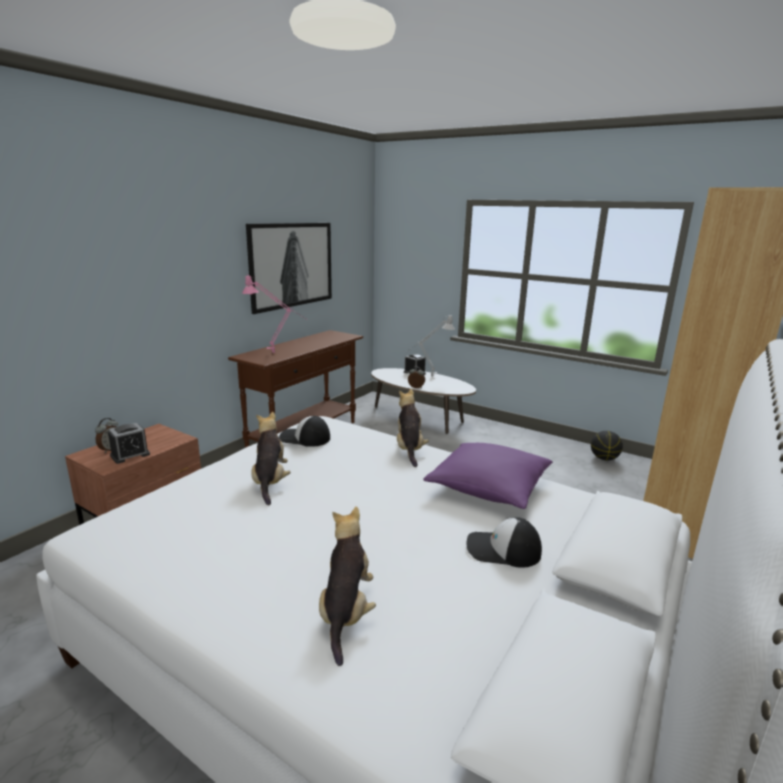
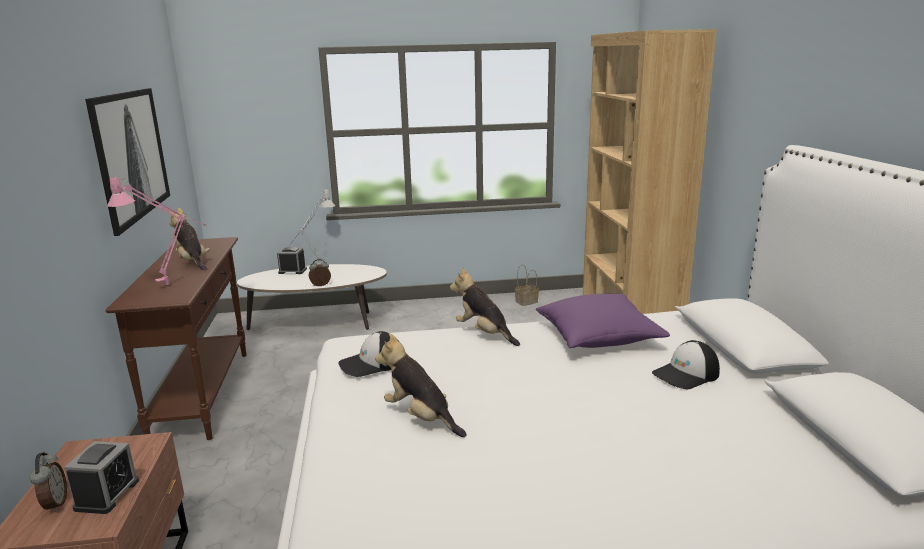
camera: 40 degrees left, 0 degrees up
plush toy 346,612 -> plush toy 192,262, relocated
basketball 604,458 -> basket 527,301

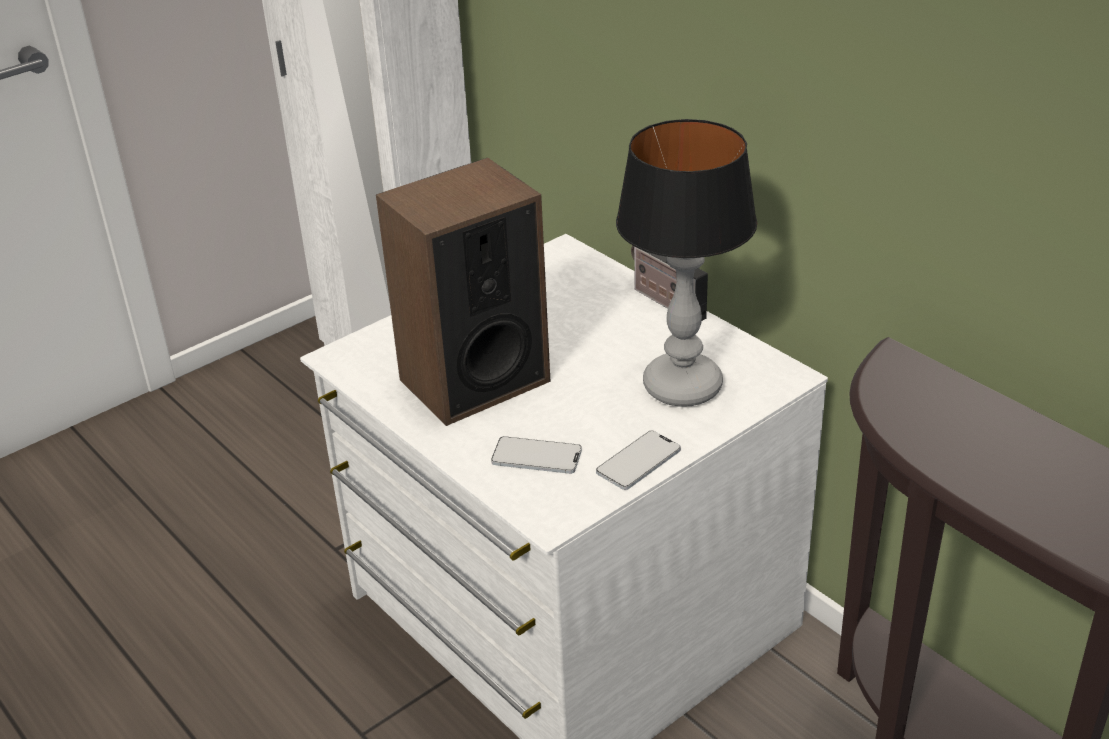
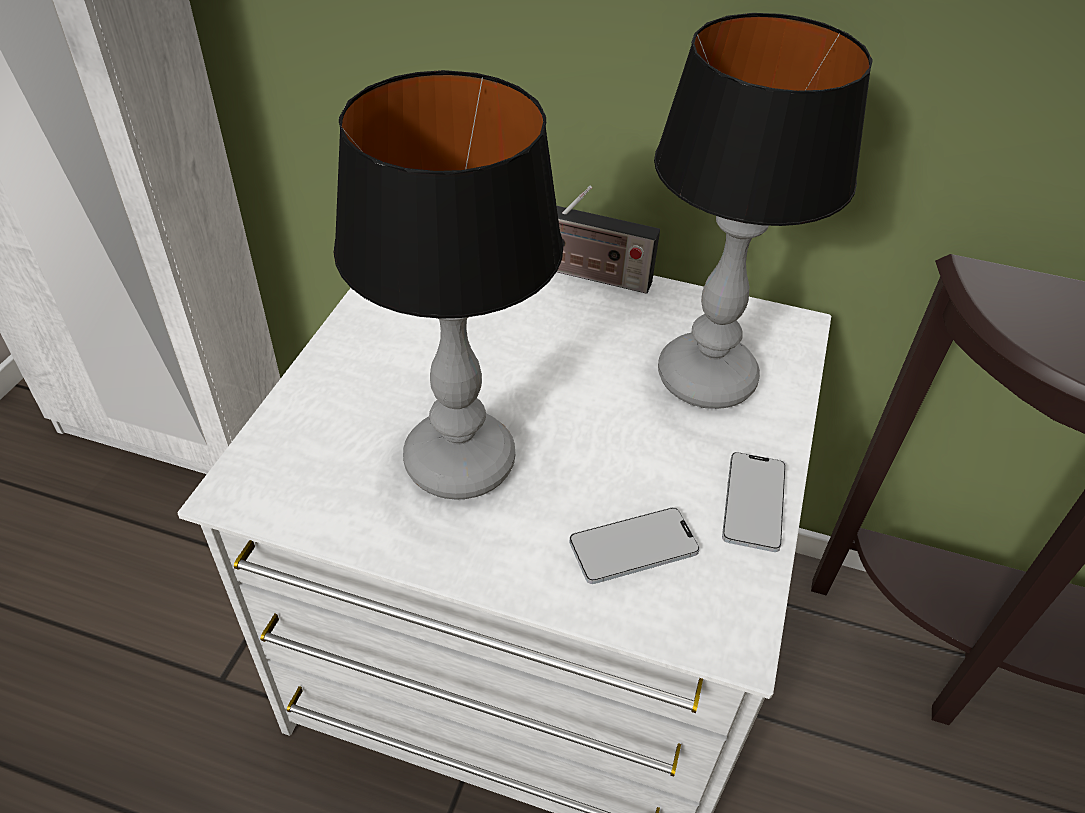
camera: 35 degrees left, 10 degrees up
speaker 473,380 -> table lamp 458,460

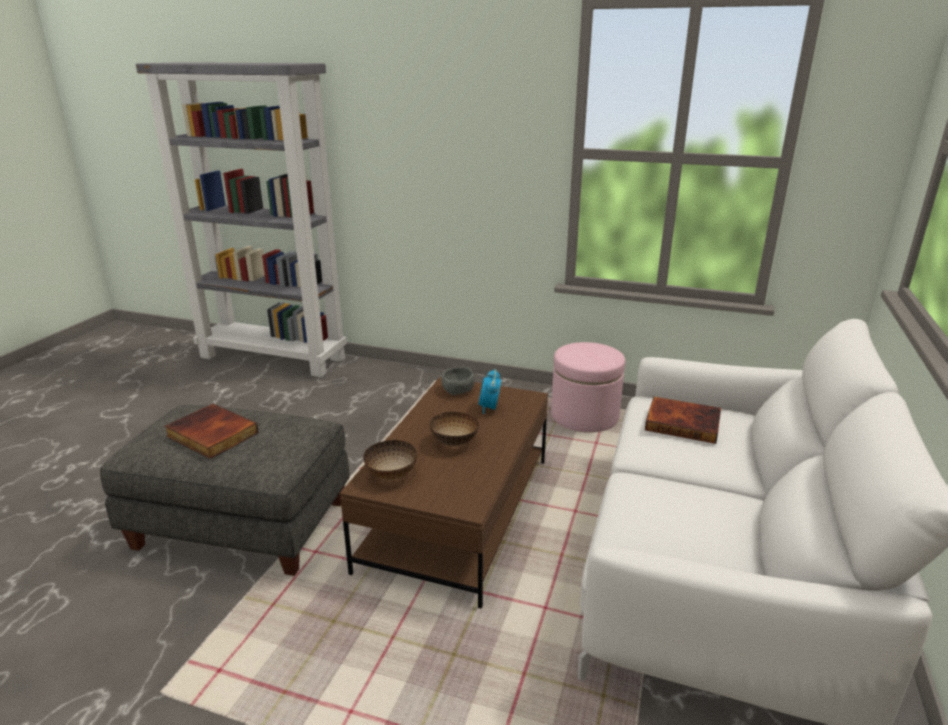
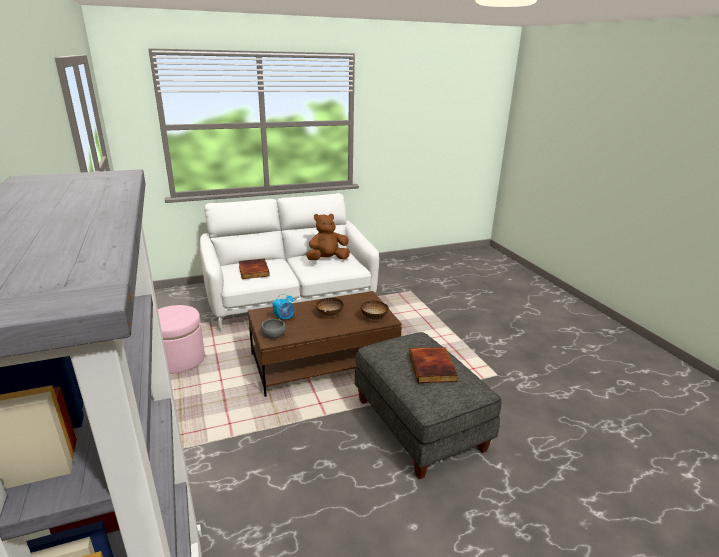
camera: 130 degrees left, 0 degrees up
none -> brown plush toy 327,259

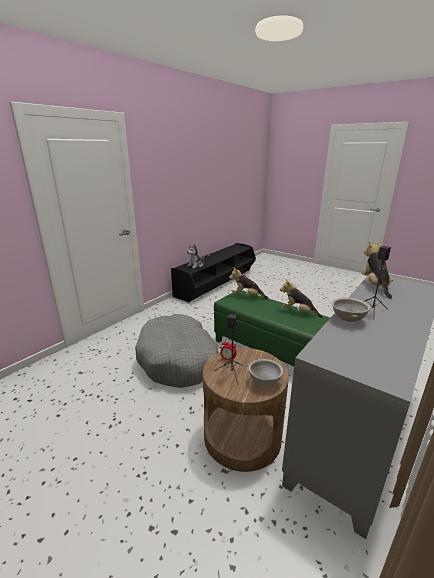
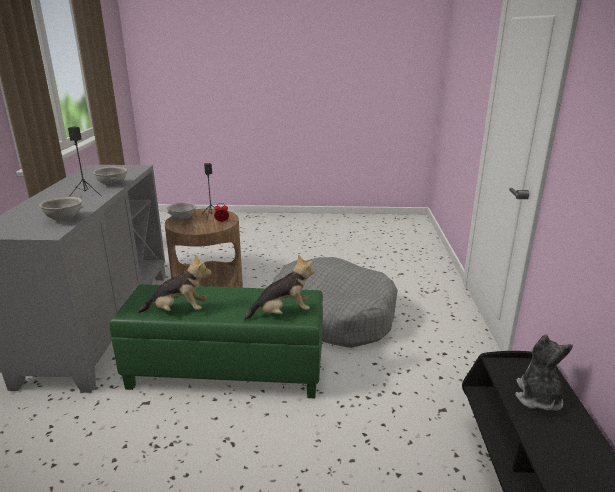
camera: 145 degrees right, 0 degrees up
plush toy 375,286 -> grey bowl 64,219

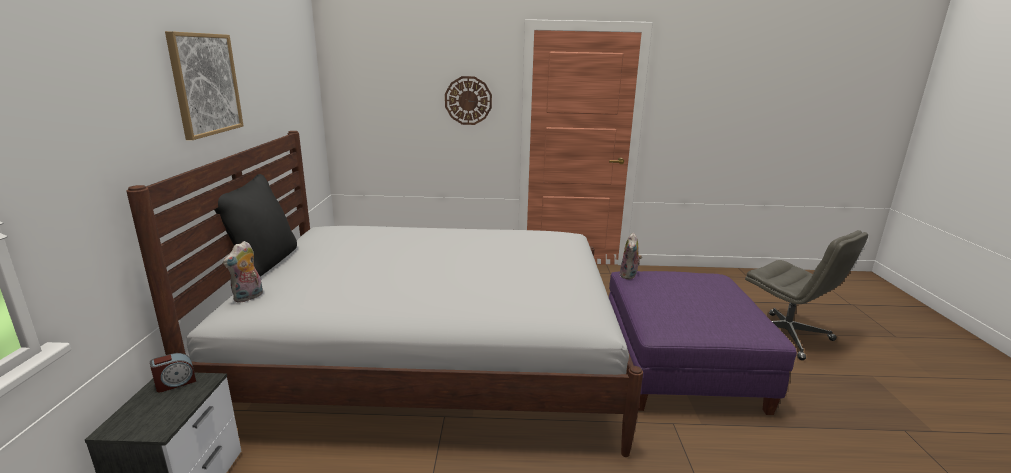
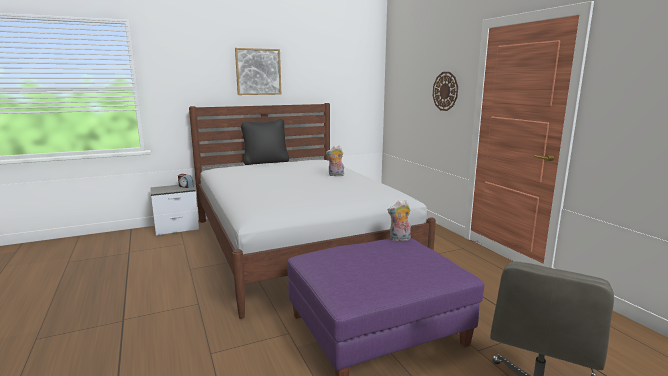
camera: 65 degrees right, 5 degrees down
plush toy 248,297 -> plush toy 335,175, relocated

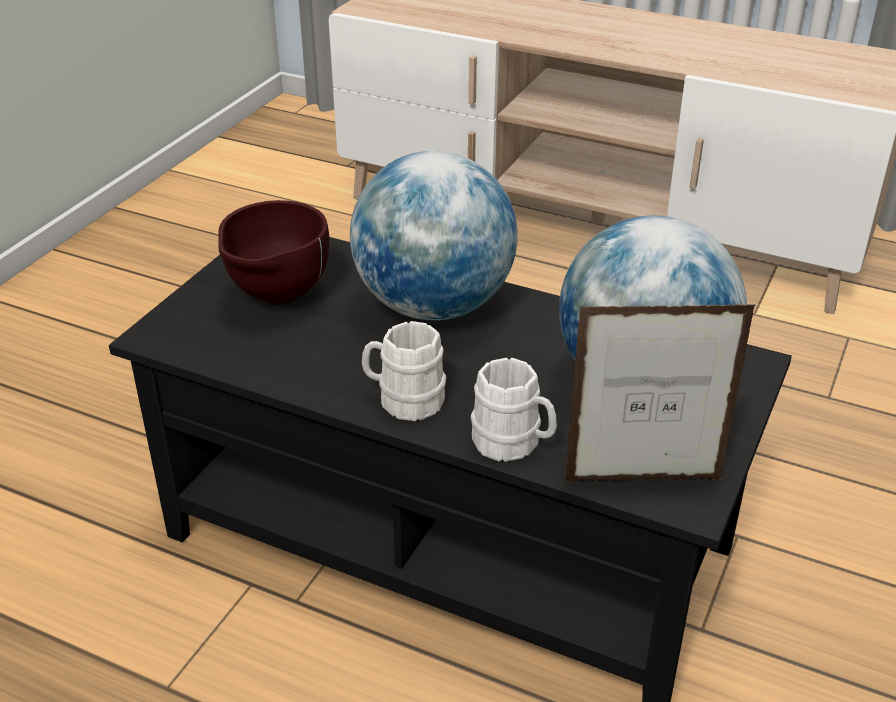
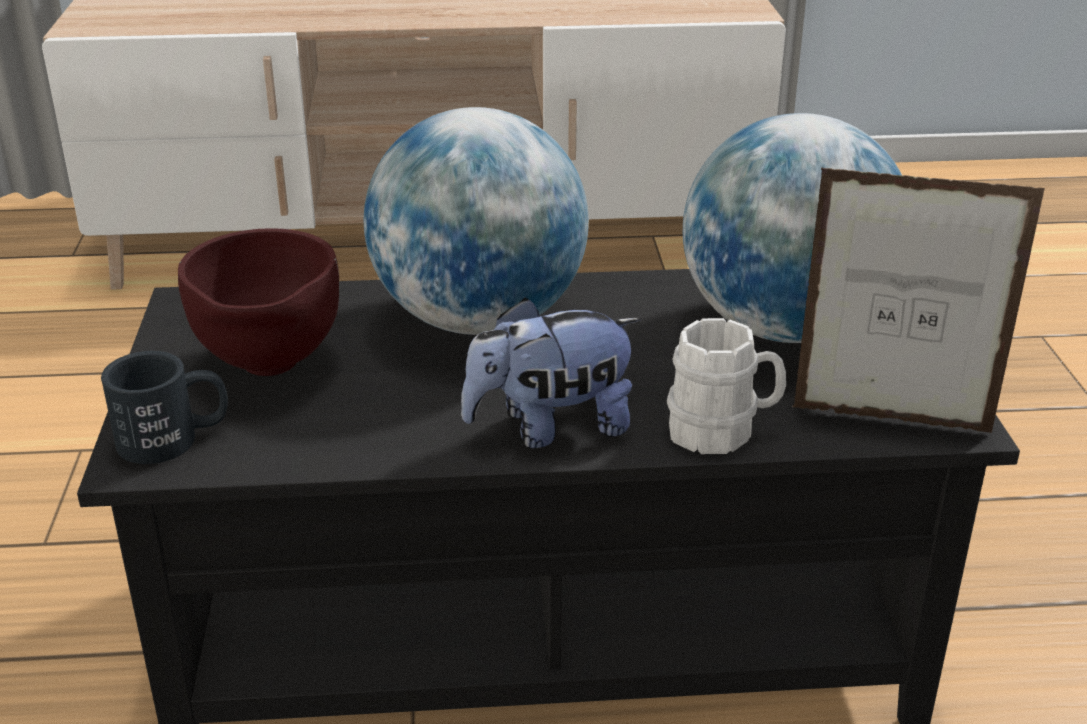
camera: 30 degrees left, 5 degrees down
white mug 404,400 -> plush toy 550,428
picture frame 643,480 -> picture frame 890,420, 135 degrees counterclockwise
none -> black mug 174,439

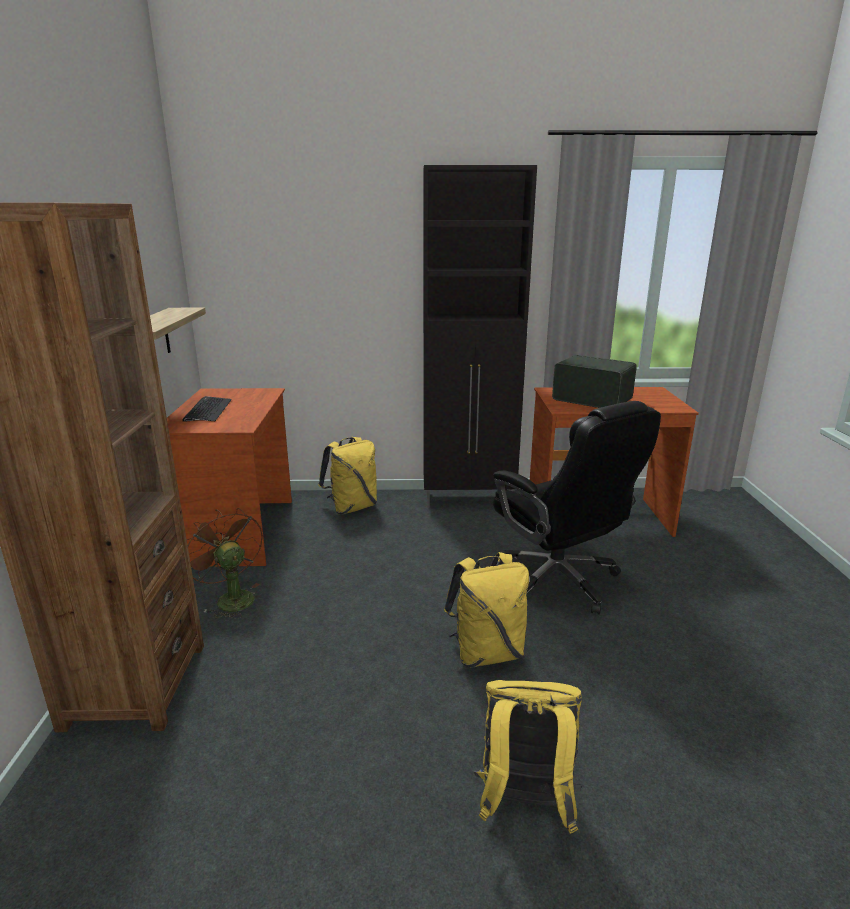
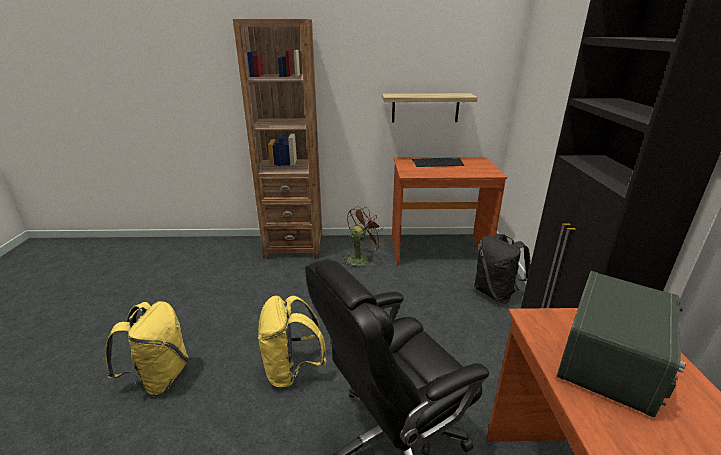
camera: 90 degrees right, 5 degrees up
yellow backpack 352,507 -> black backpack 496,293

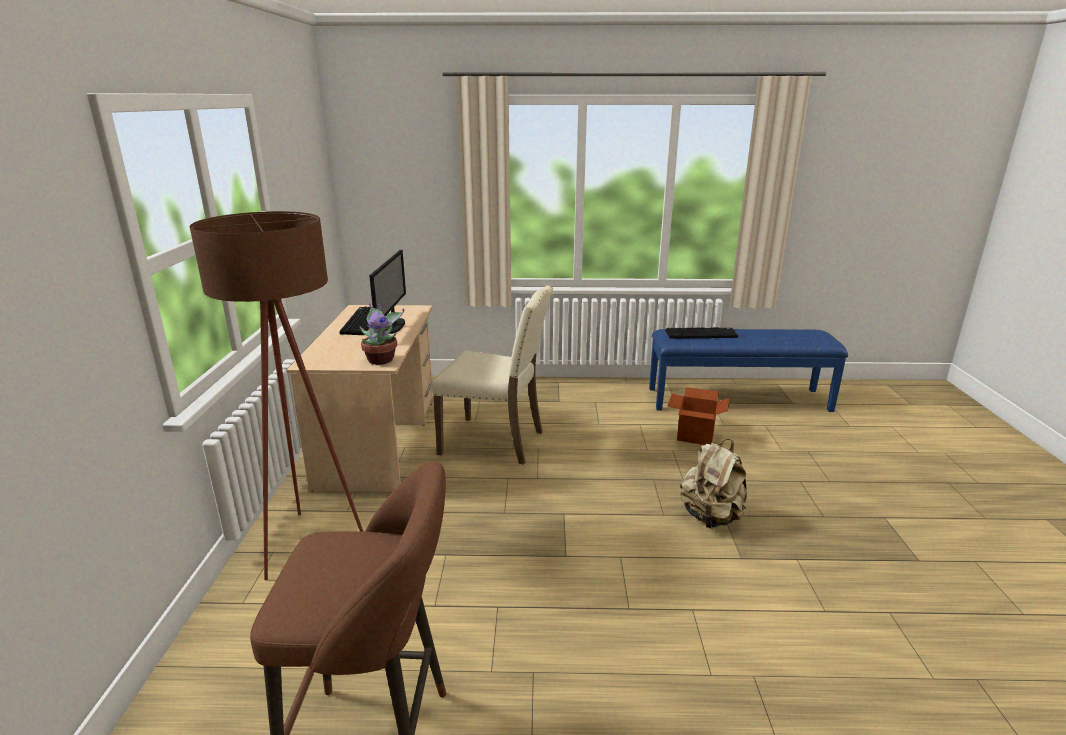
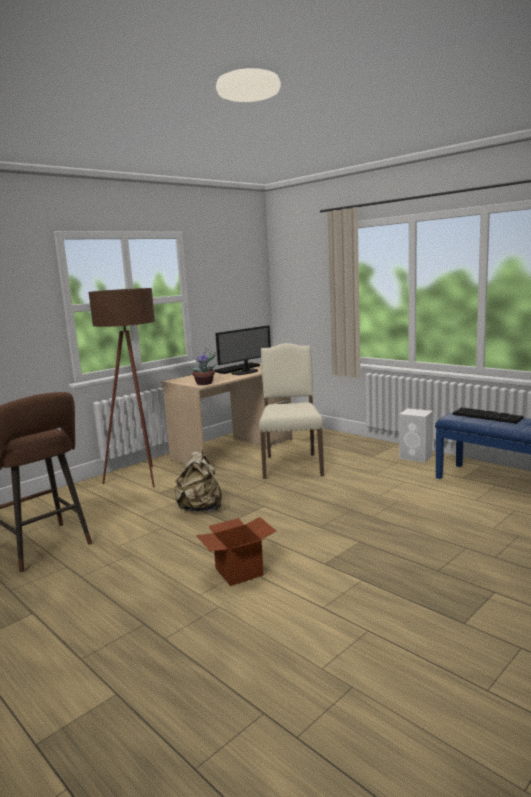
camera: 45 degrees right, 10 degrees down
beige chair 495,441 -> beige chair 292,465, 150 degrees counterclockwise
cardboard box 695,435 -> cardboard box 239,572, relocated
beige backpack 711,517 -> beige backpack 200,509, relocated
none -> white speaker 416,457

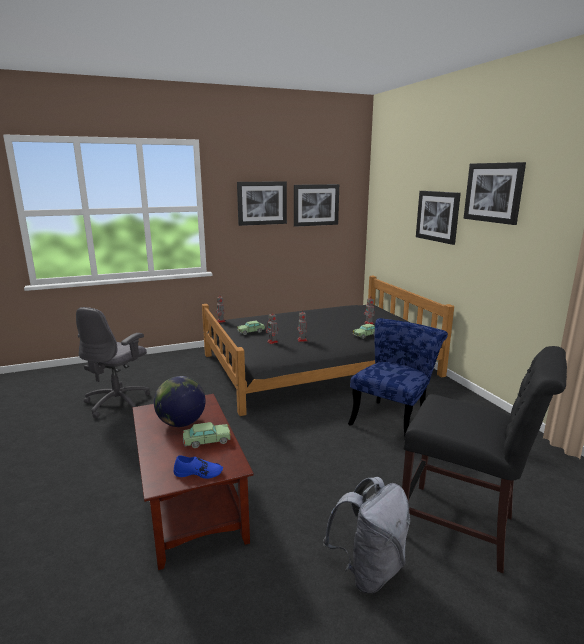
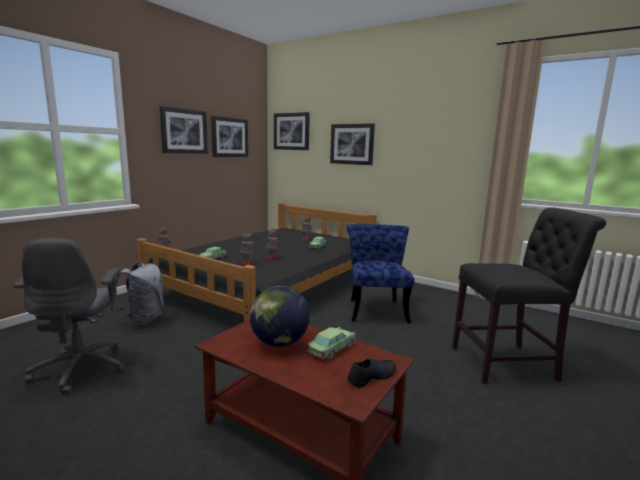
camera: 35 degrees left, 5 degrees down
blue shoe 198,473 -> black shoe 371,377
grey backpack 368,570 -> grey backpack 142,321, relocated
picture 493,192 -> picture 291,131, relocated

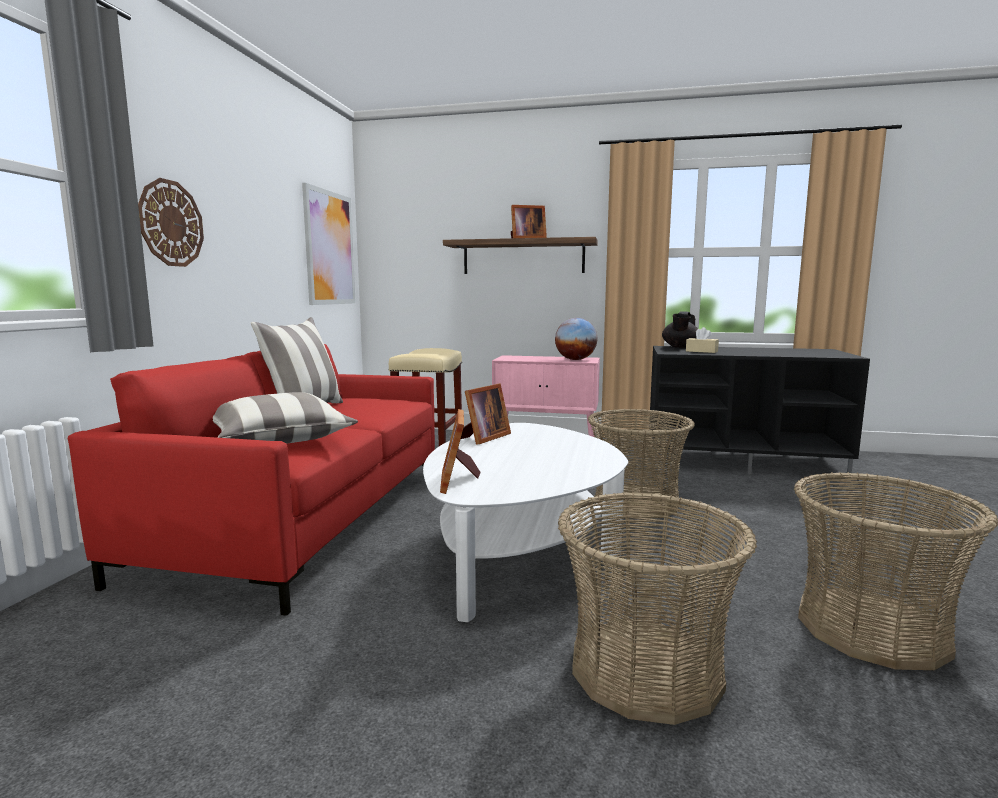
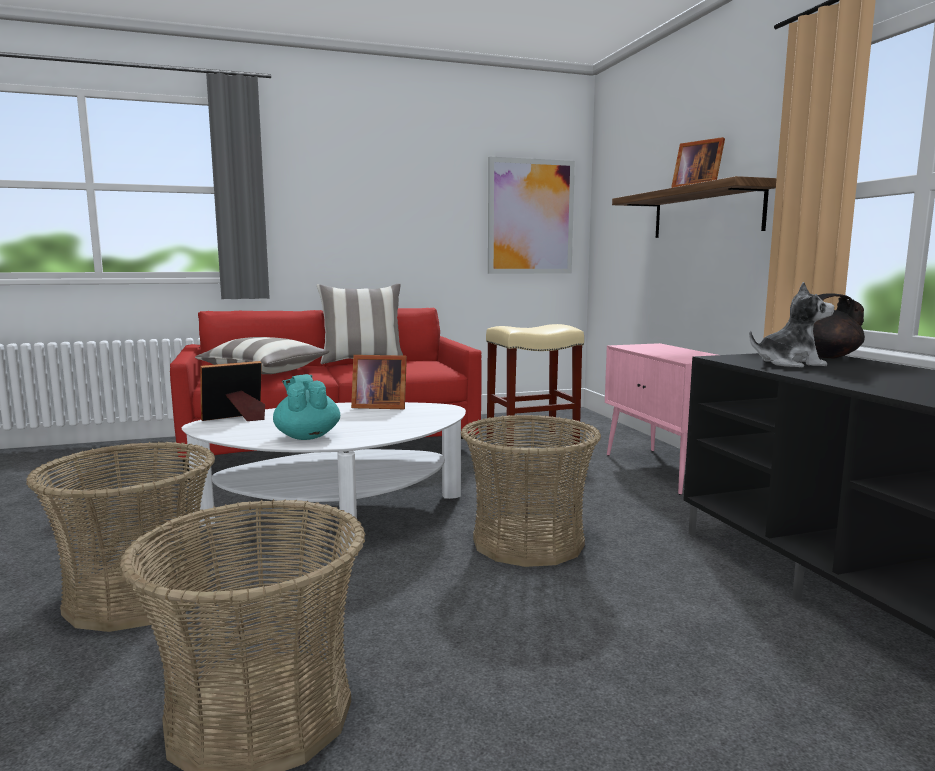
camera: 60 degrees right, 0 degrees up
wall clock 171,223 -> none
globe 575,359 -> none
beige tissue box 701,351 -> plush toy 789,363
none -> turquoise teapot 307,436

